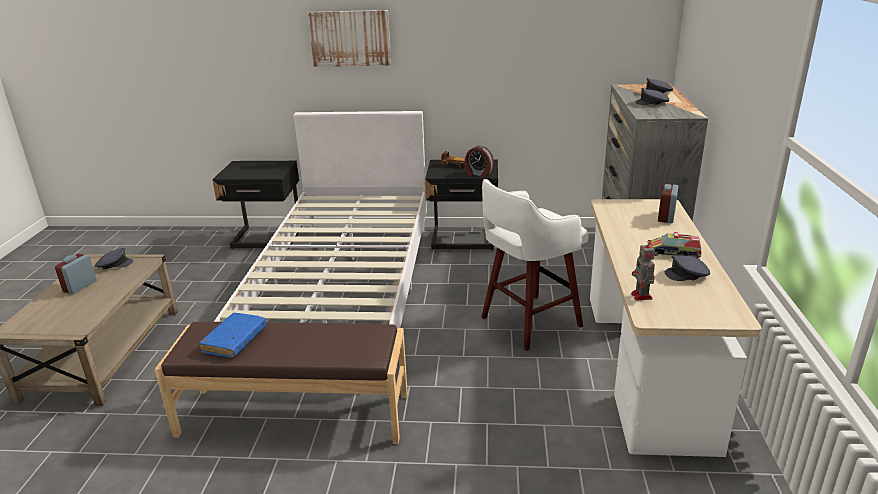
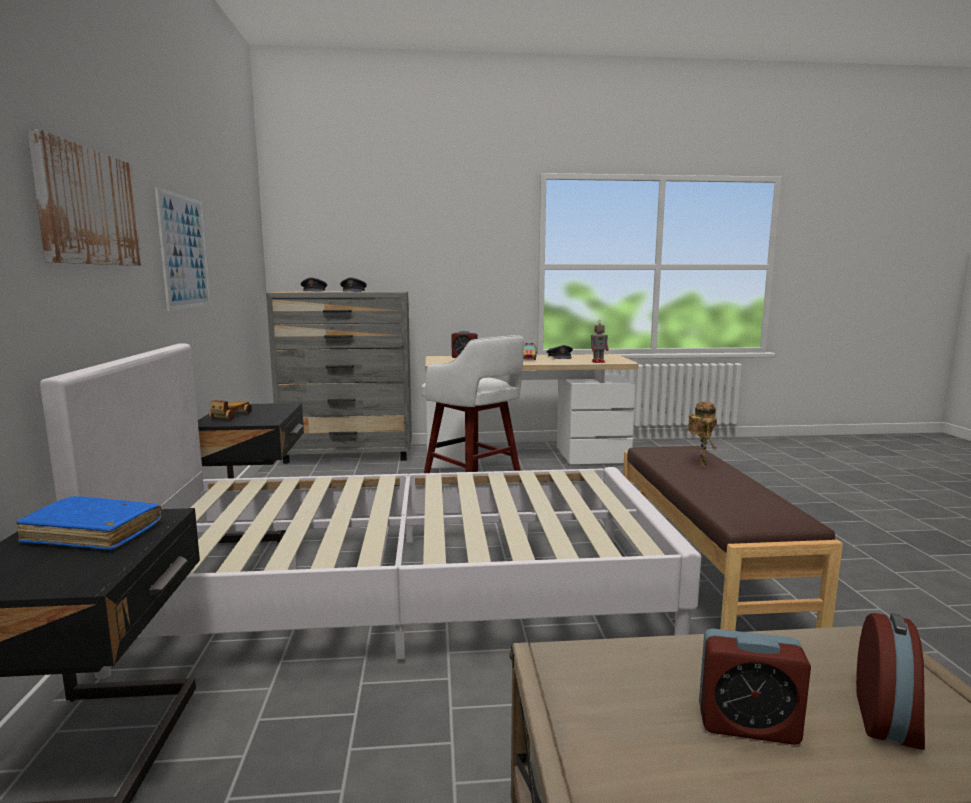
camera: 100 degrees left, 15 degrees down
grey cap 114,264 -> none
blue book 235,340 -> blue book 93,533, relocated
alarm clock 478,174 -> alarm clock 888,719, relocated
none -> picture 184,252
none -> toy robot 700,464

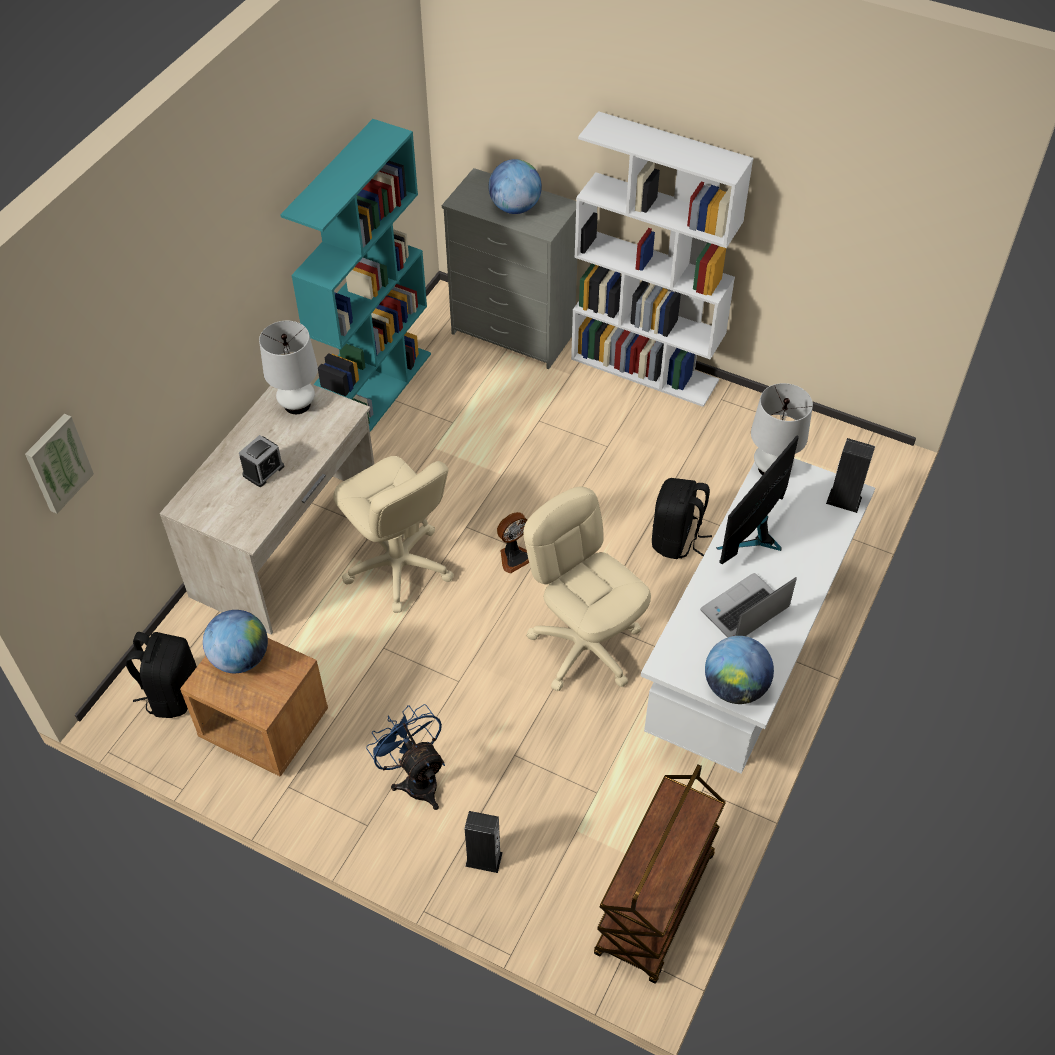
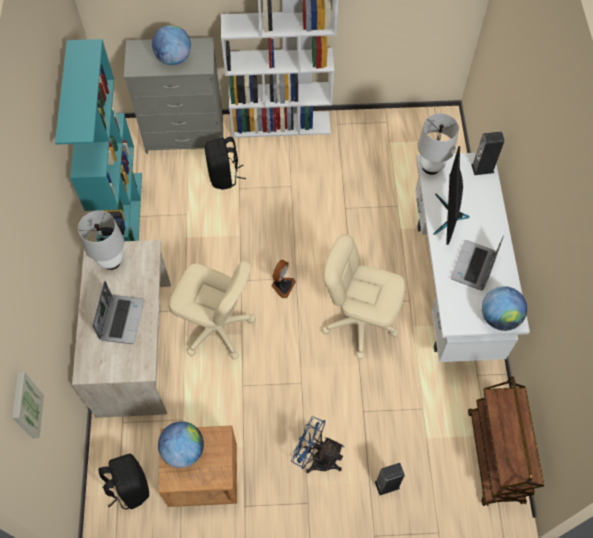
camera: 30 degrees left, 10 degrees up
alarm clock 263,470 -> laptop 121,319
black backpack 676,540 -> black backpack 224,176, relocated

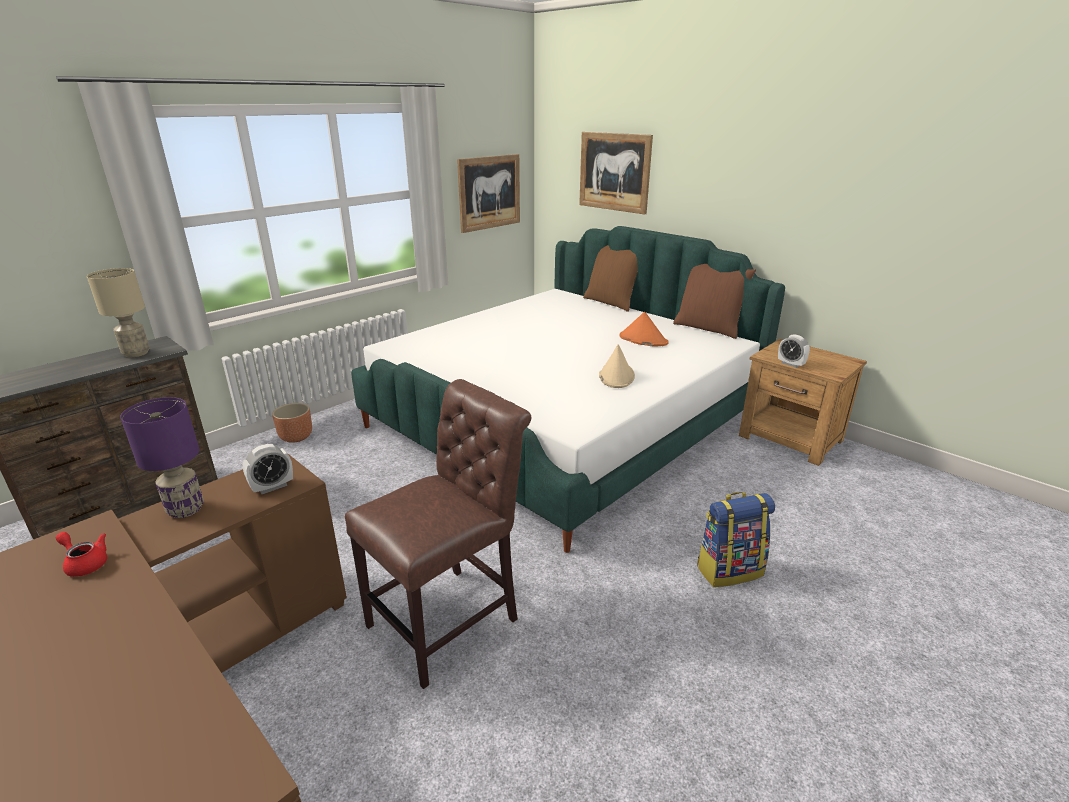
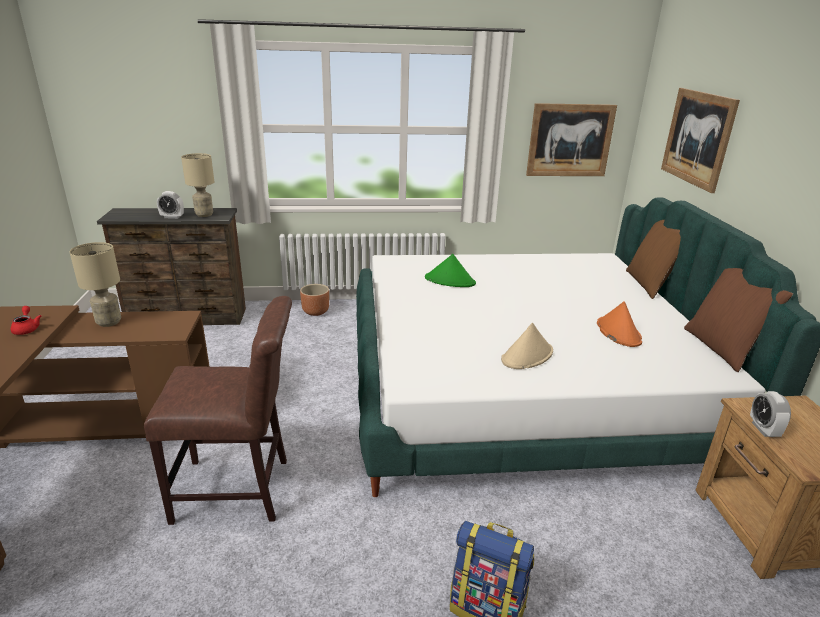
camera: 40 degrees right, 0 degrees up
purple table lamp 185,510 -> beige table lamp 108,322
alarm clock 272,487 -> alarm clock 172,217, relocated
none -> green hat 450,281

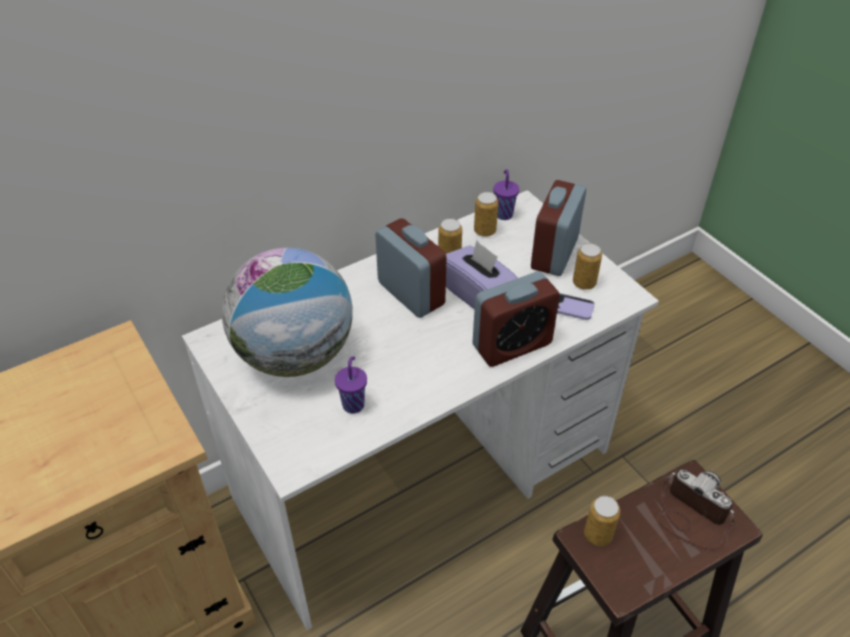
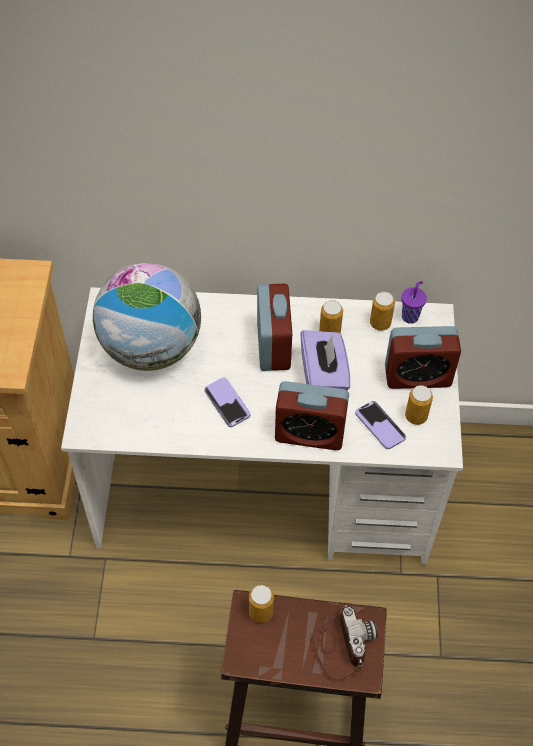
camera: 35 degrees right, 10 degrees up
purple cup 353,404 -> none
alarm clock 554,253 -> alarm clock 417,376, 150 degrees counterclockwise
none -> phone 227,403

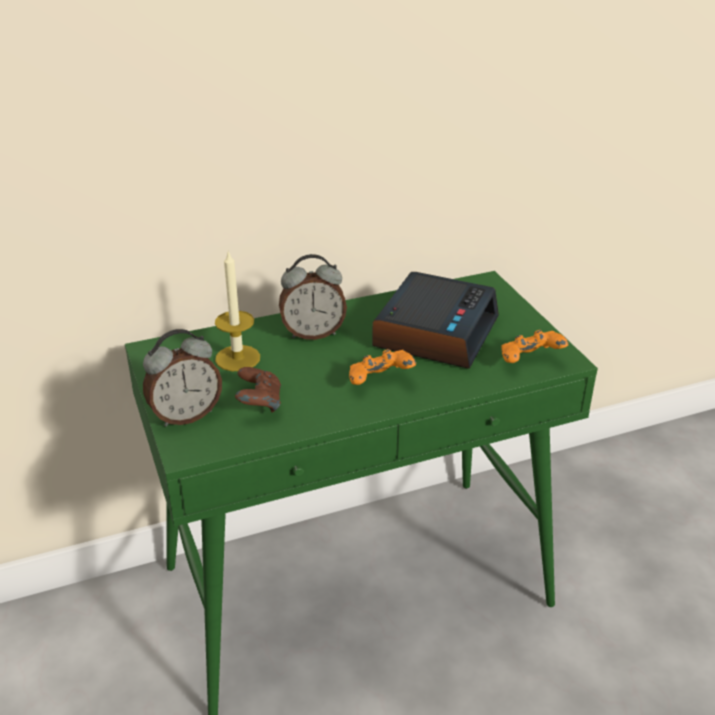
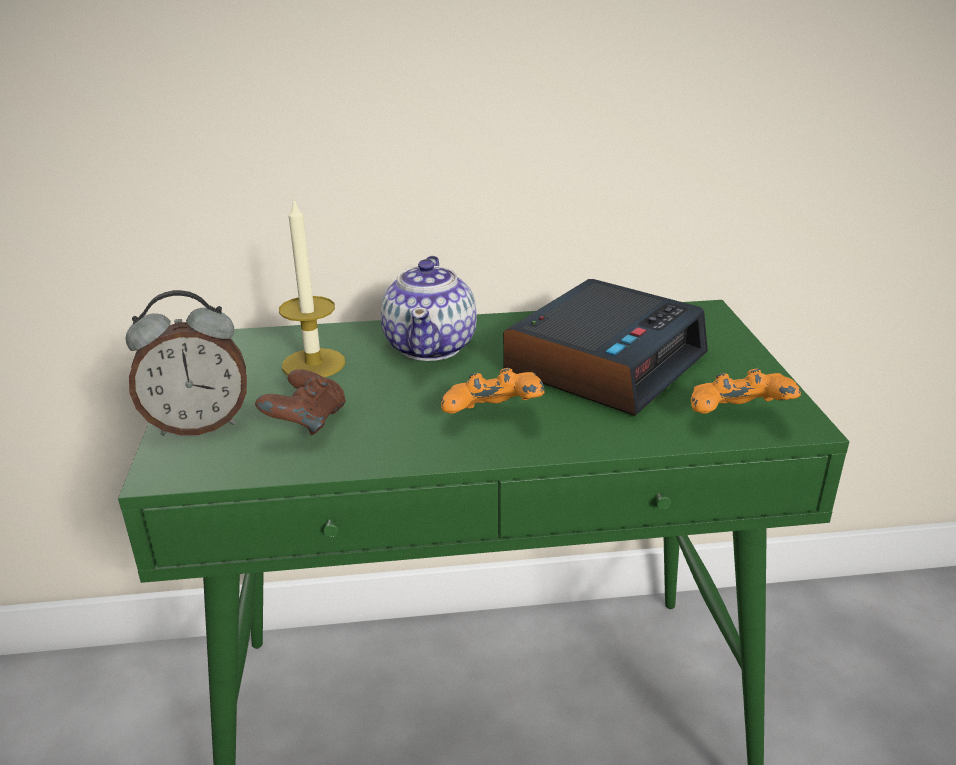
camera: 15 degrees right, 5 degrees down
alarm clock 313,333 -> teapot 431,346

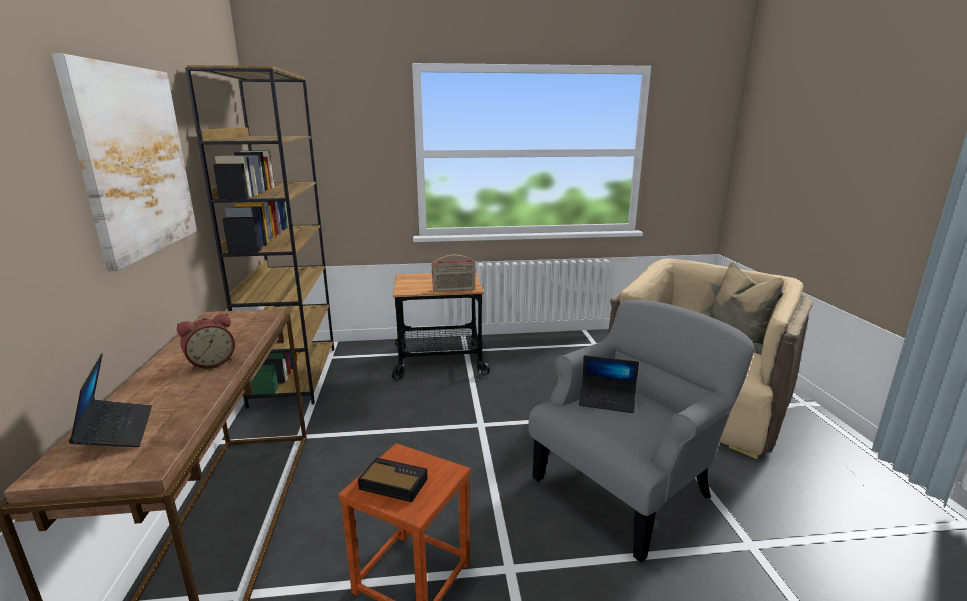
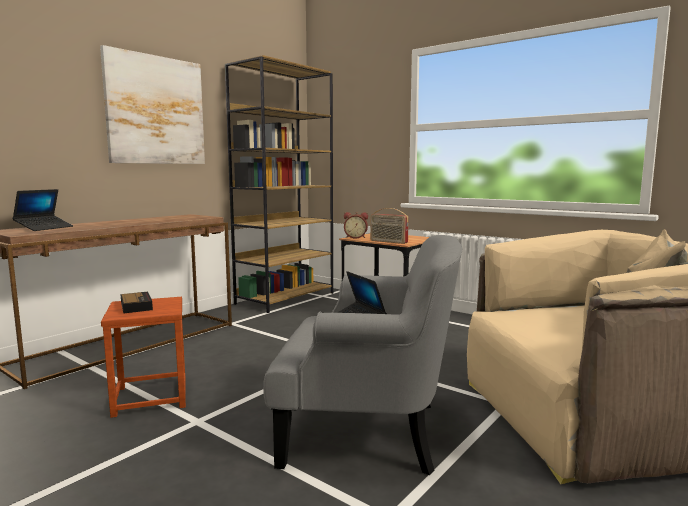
camera: 45 degrees right, 10 degrees down
alarm clock 211,363 -> alarm clock 356,237, relocated

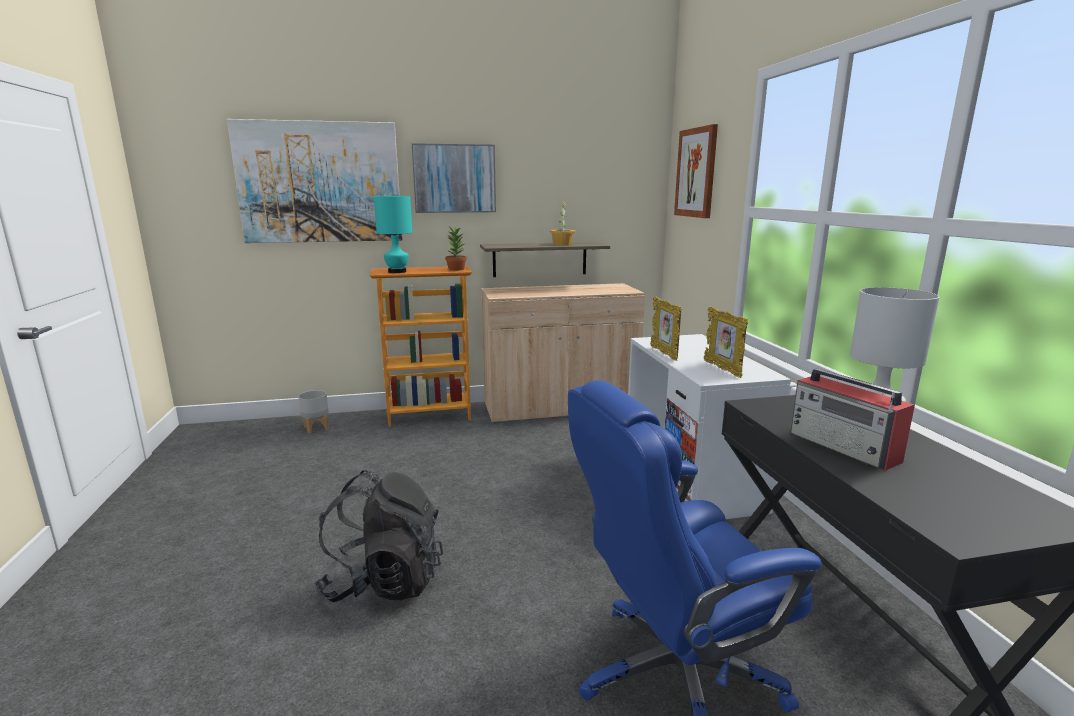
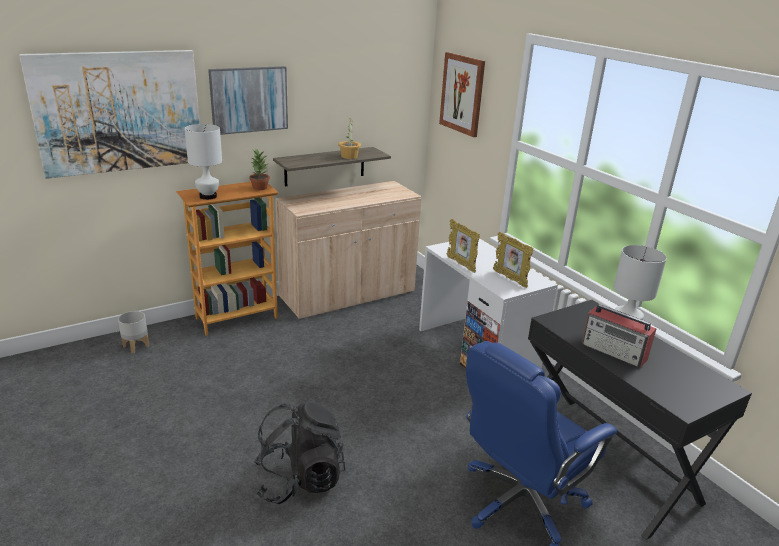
camera: 20 degrees left, 10 degrees up
turquoise table lamp 397,272 -> white table lamp 208,196

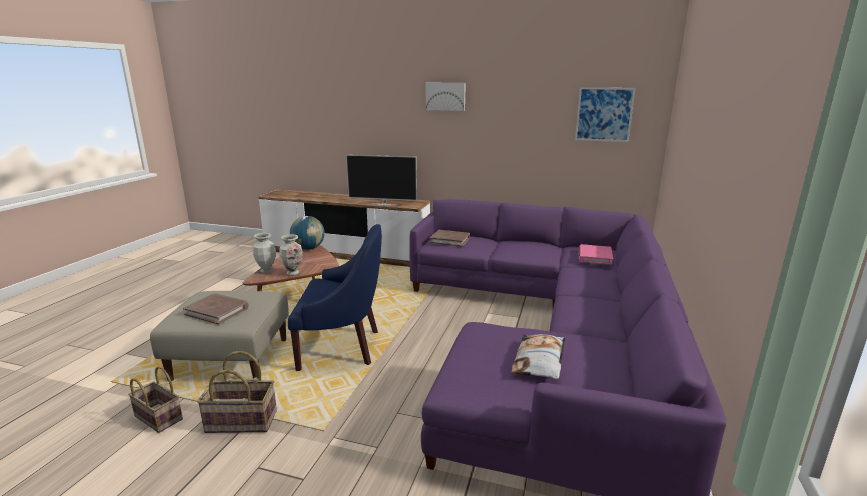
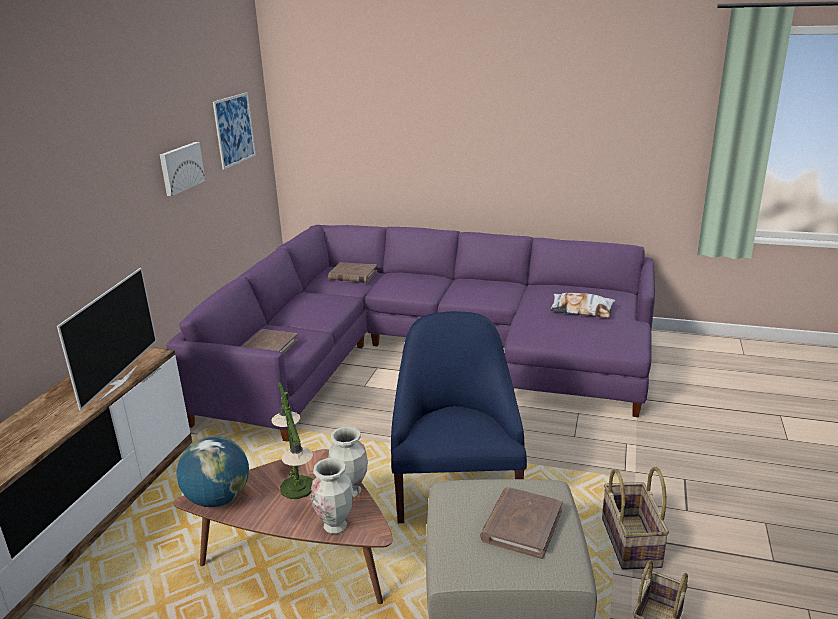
camera: 90 degrees left, 5 degrees up
picture 445,96 -> picture 181,168, relocated
pink book 594,257 -> brown book 353,275
none -> table lamp 297,487

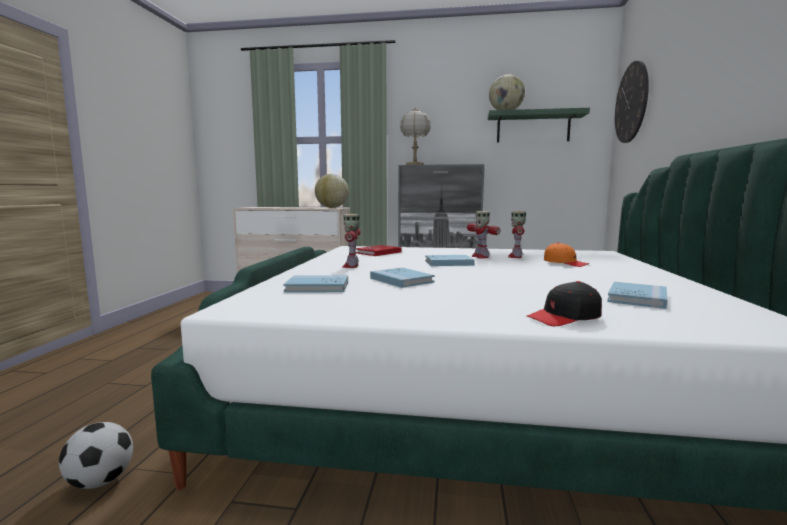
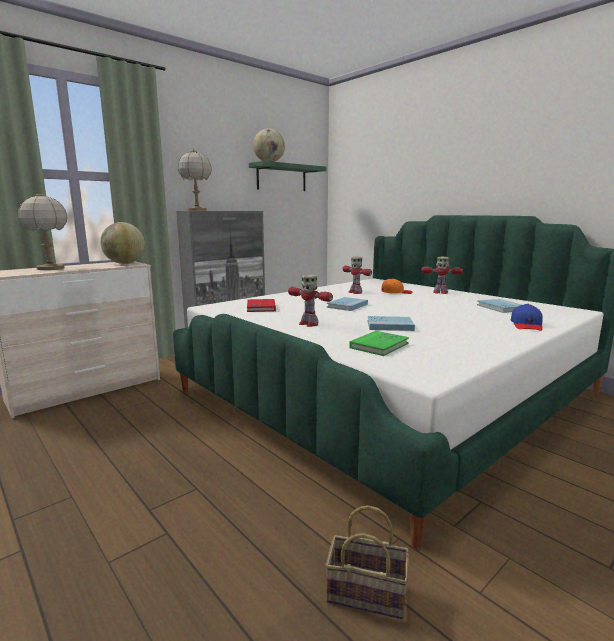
camera: 50 degrees left, 5 degrees up
football 100,482 -> basket 368,593
blue book 317,287 -> green book 379,345
toy robot 480,257 -> toy robot 440,292, relocated
black cap 564,317 -> blue cap 527,325
wall clock 631,102 -> none
none -> table lamp 50,268

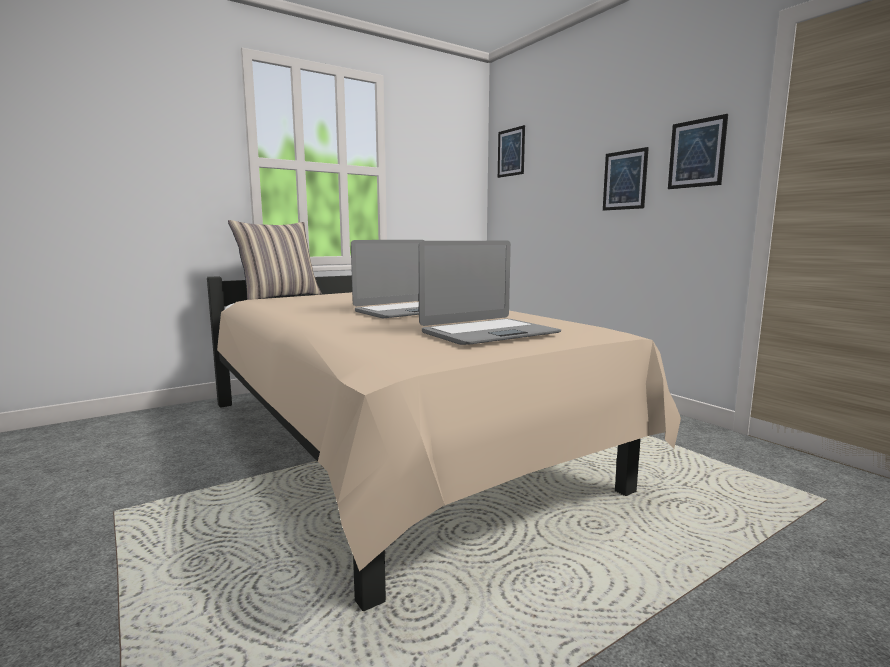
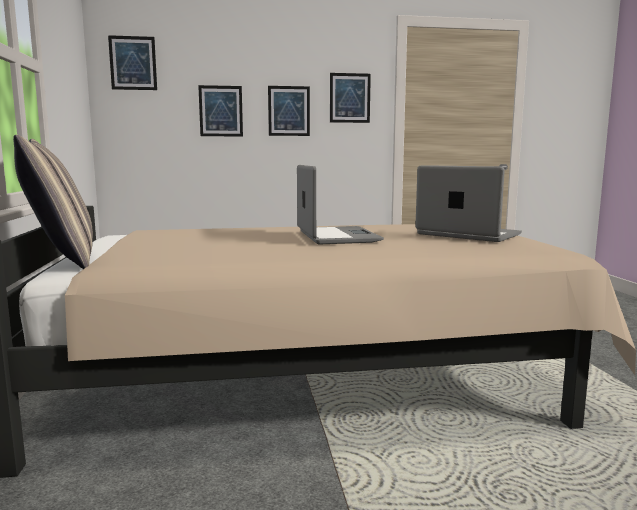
camera: 65 degrees left, 0 degrees up
laptop 488,333 -> laptop 467,234, 45 degrees counterclockwise
none -> picture 221,111

